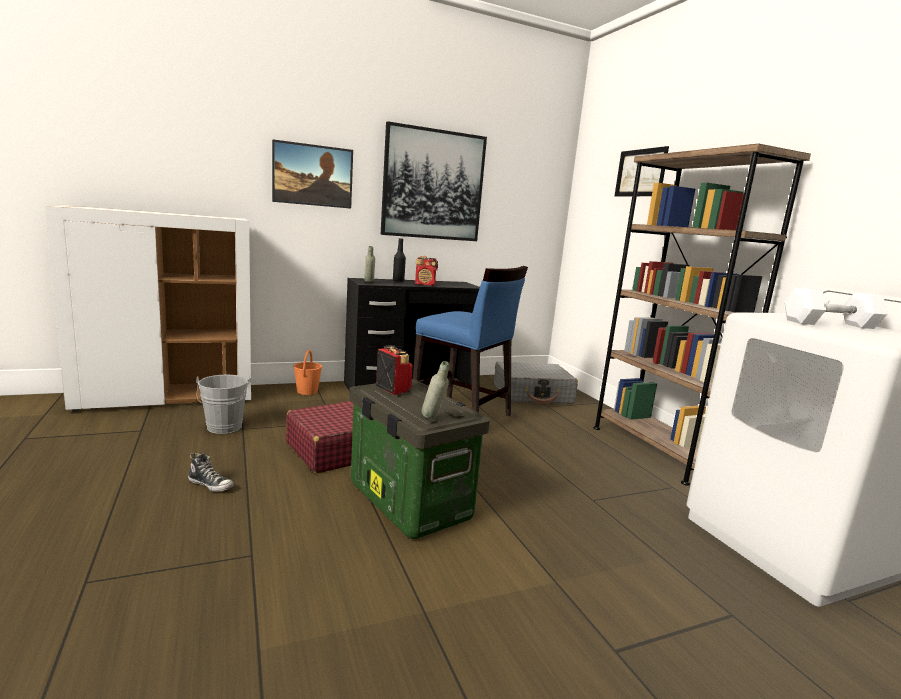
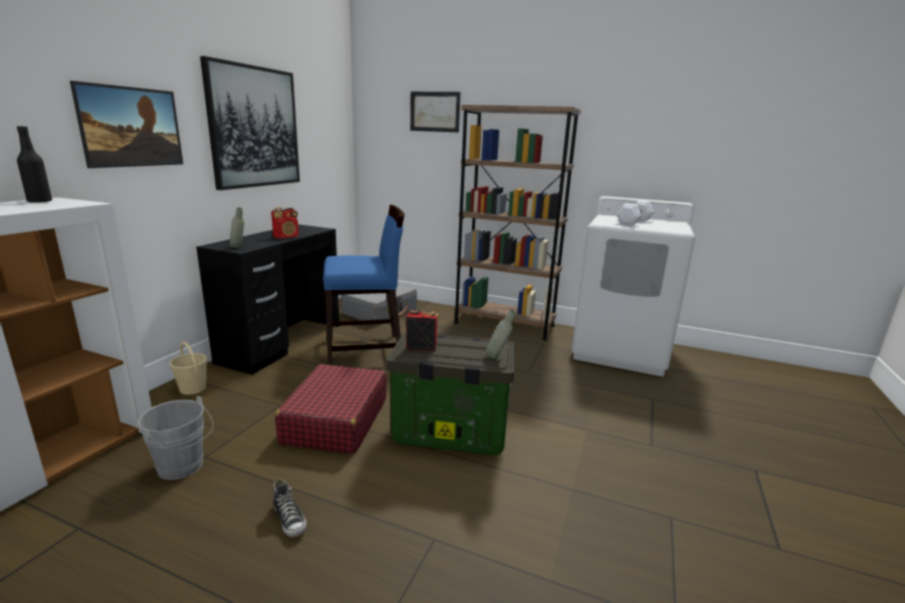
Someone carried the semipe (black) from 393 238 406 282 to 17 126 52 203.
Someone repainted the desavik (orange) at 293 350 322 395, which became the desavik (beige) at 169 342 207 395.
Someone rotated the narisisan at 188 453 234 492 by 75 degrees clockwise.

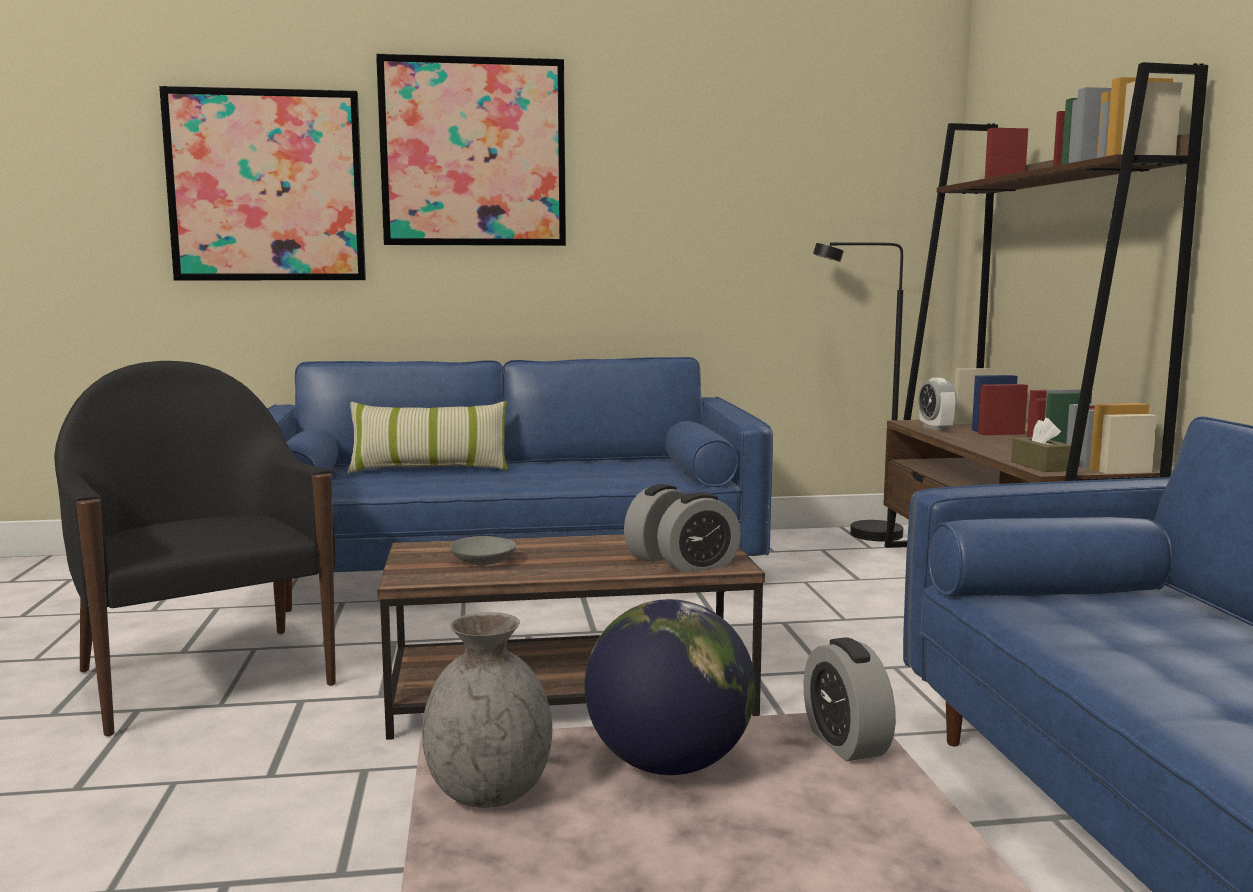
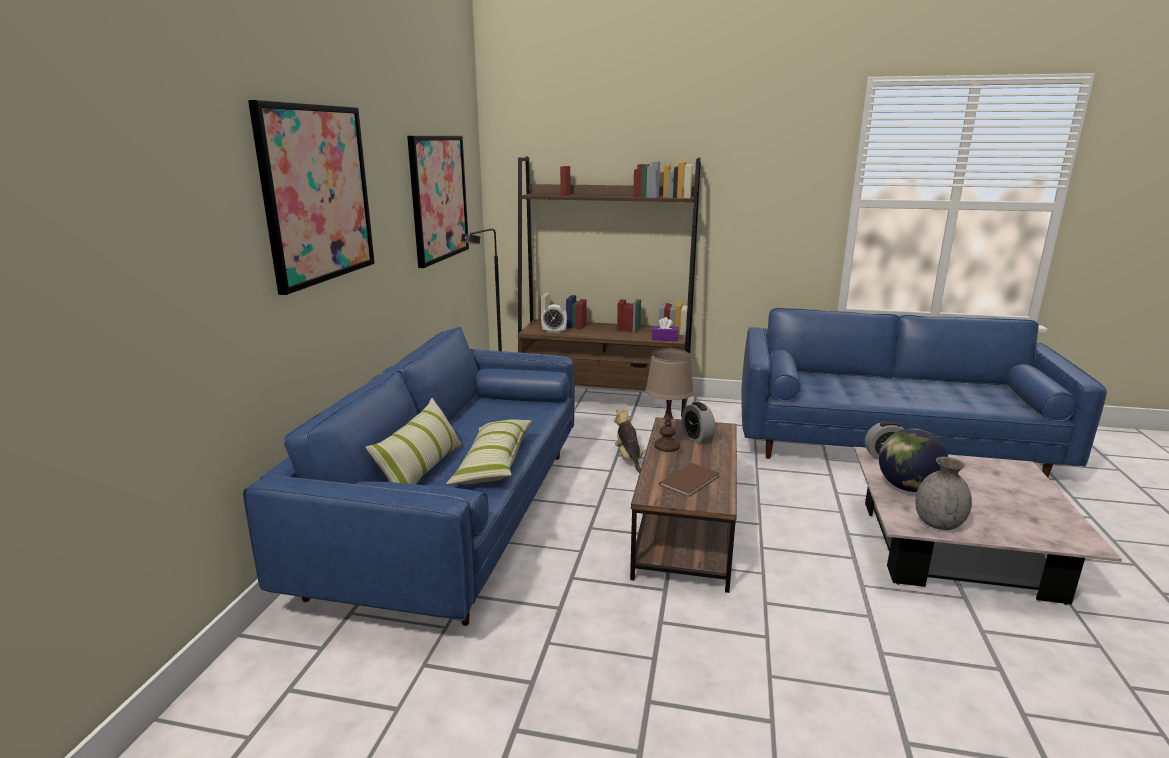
Someone took away the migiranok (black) at 54 361 336 737.
Someone took away the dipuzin at 657 492 741 572.
Someone put down the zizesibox at 446 419 533 484.
Someone put down the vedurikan at 614 407 646 473.
Someone put down the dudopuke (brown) at 646 349 694 452.
Someone carried the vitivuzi from 159 86 366 280 to 407 136 469 268.
Someone swapped the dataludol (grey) at 449 536 516 565 for the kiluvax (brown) at 659 463 720 497.
Someone repainted the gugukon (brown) at 1011 418 1071 472, which became the gugukon (purple) at 652 317 679 341.

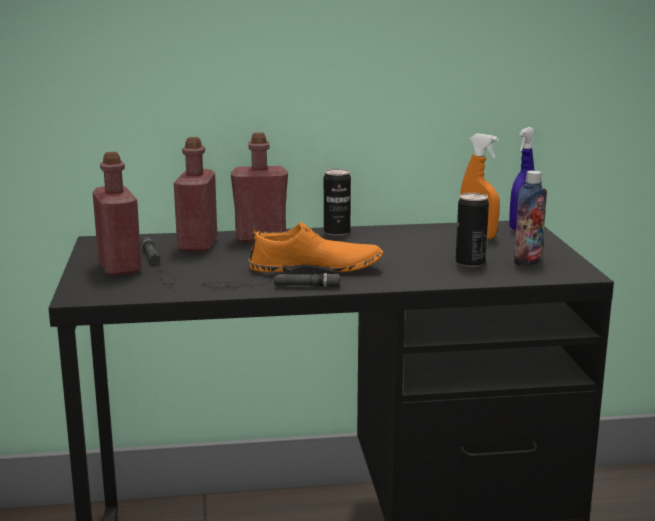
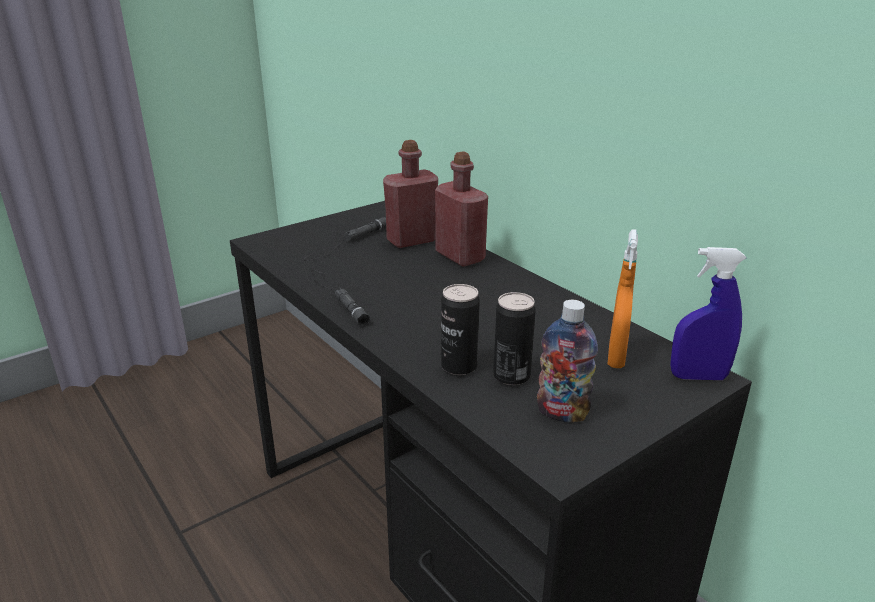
Someone took away the semipe (red) at 93 152 142 276.
Someone took away the narisisan (orange) at 249 222 383 272.
Someone carried the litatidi from 324 169 351 236 to 441 284 480 375.

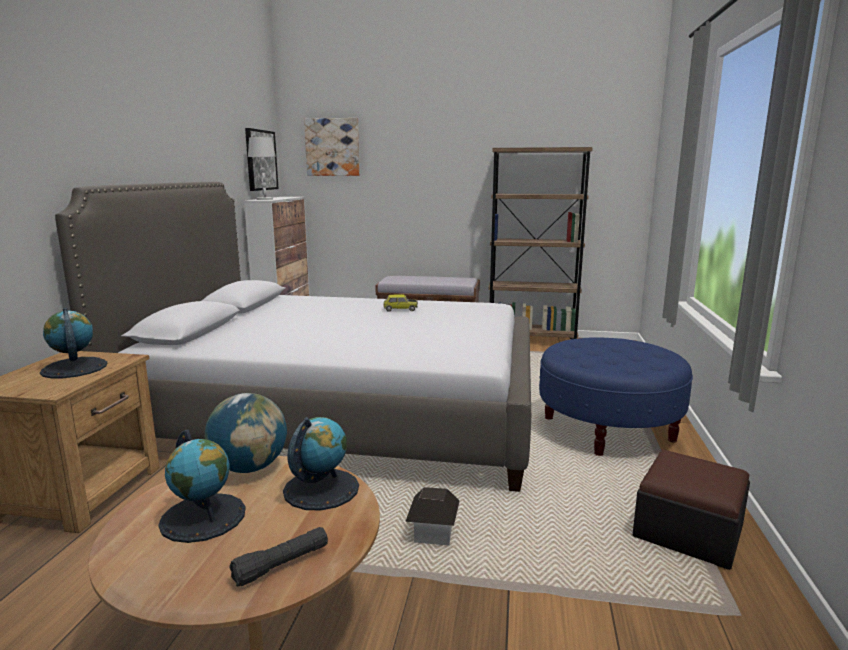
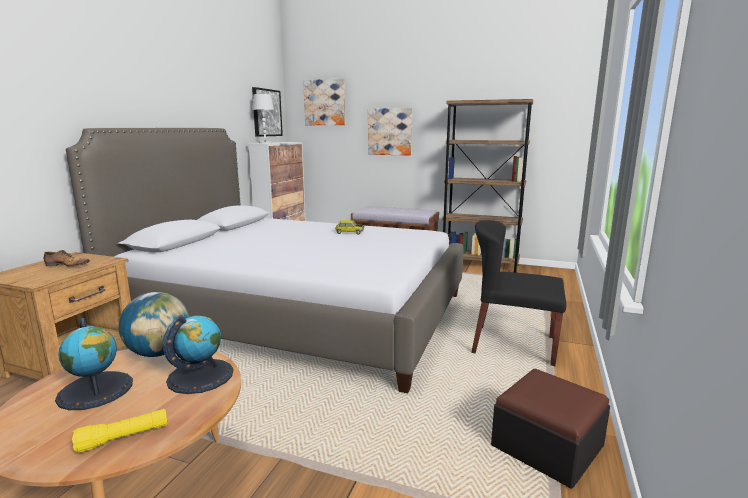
Someone took away the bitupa at 405 487 460 545.
Someone put up the vitivuzi at 368 108 412 156.
Someone swapped the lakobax at 40 308 107 378 for the narisisan at 44 250 90 267.
Someone swapped the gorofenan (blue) at 539 337 693 456 for the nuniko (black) at 471 220 566 367.
Someone repainted the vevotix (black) at 229 527 328 587, which became the vevotix (yellow) at 72 409 168 453.

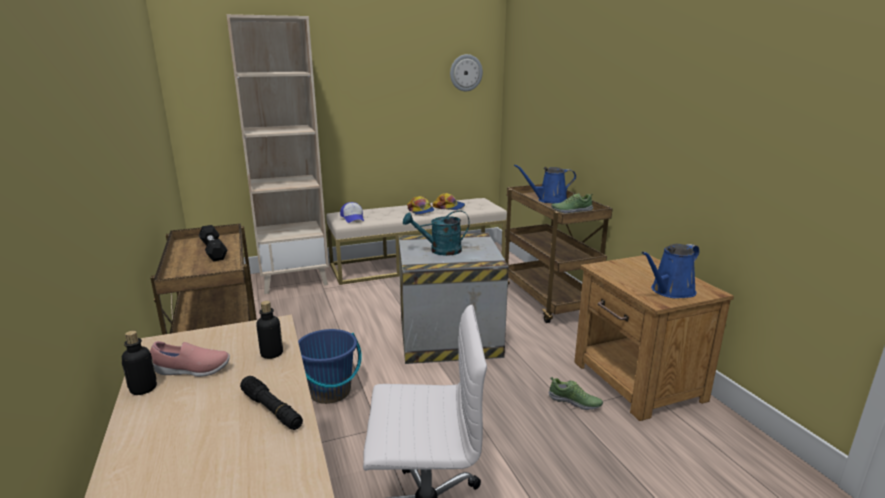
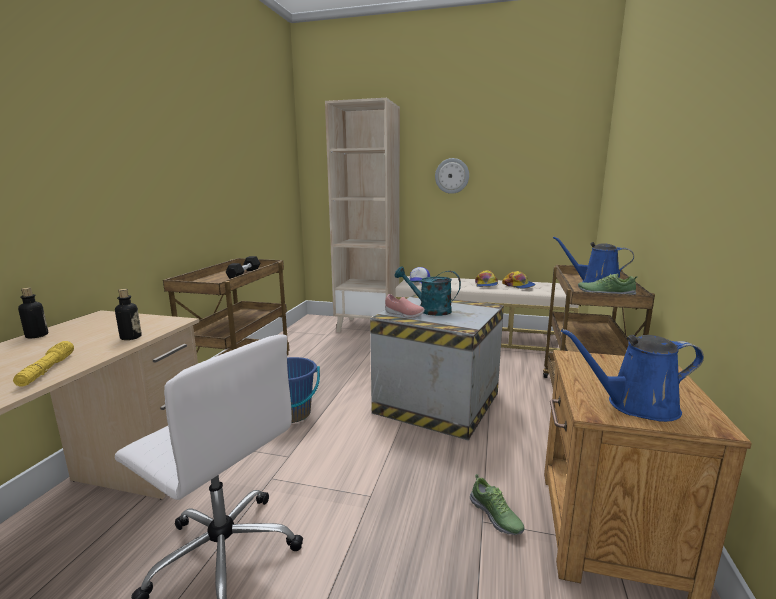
Someone carried the narisisan (pink) from 150 341 230 377 to 385 294 425 318.
Someone carried the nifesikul from 450 54 483 91 to 435 158 469 194.
Someone repainted the vevotix (black) at 240 376 303 430, which became the vevotix (yellow) at 13 341 74 387.

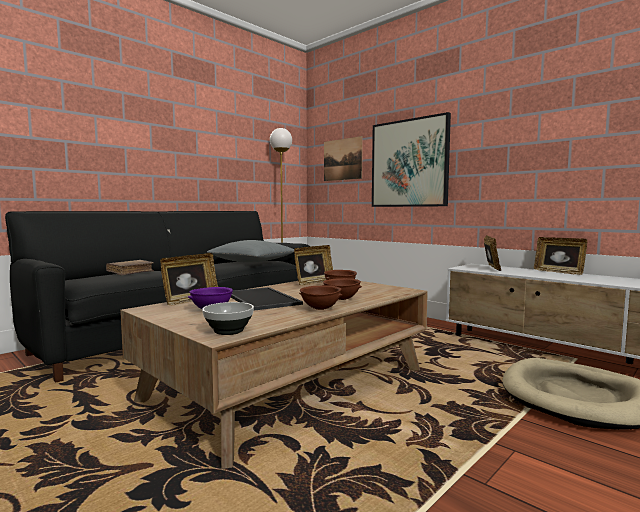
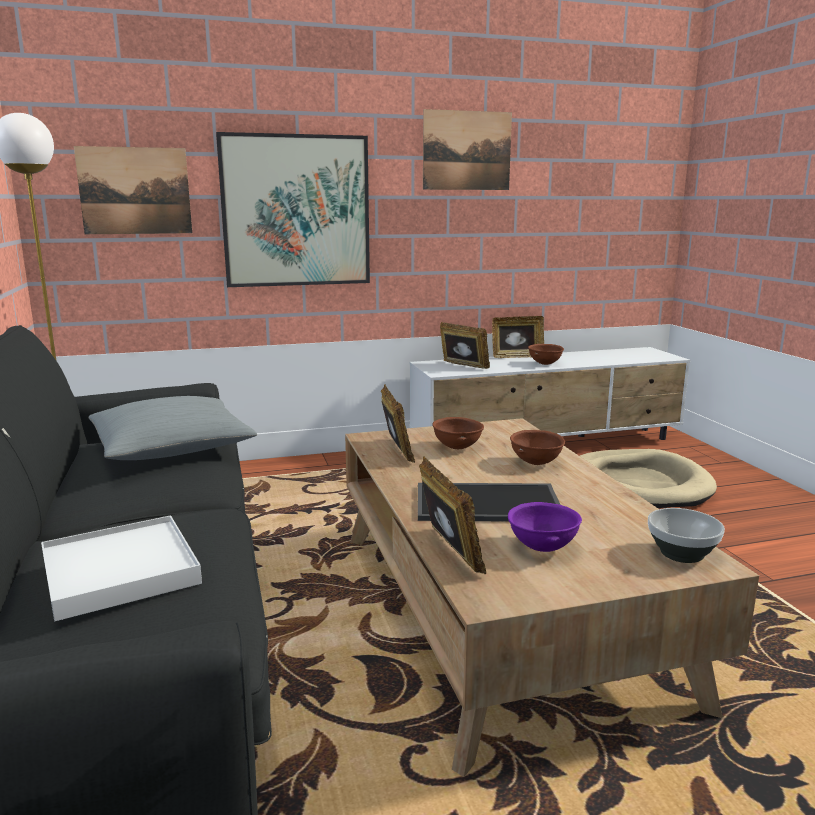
Someone put up the vitivuzi at 423 109 512 190.
Someone carried the dataludol (brown) from 299 285 343 310 to 528 344 564 365.
Someone swapped the kiluvax (brown) at 106 260 154 275 for the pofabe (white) at 41 515 202 621.

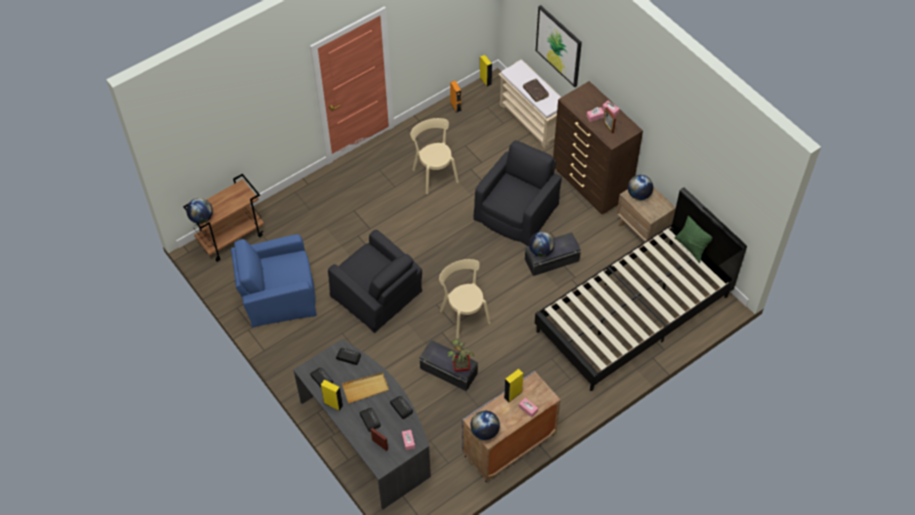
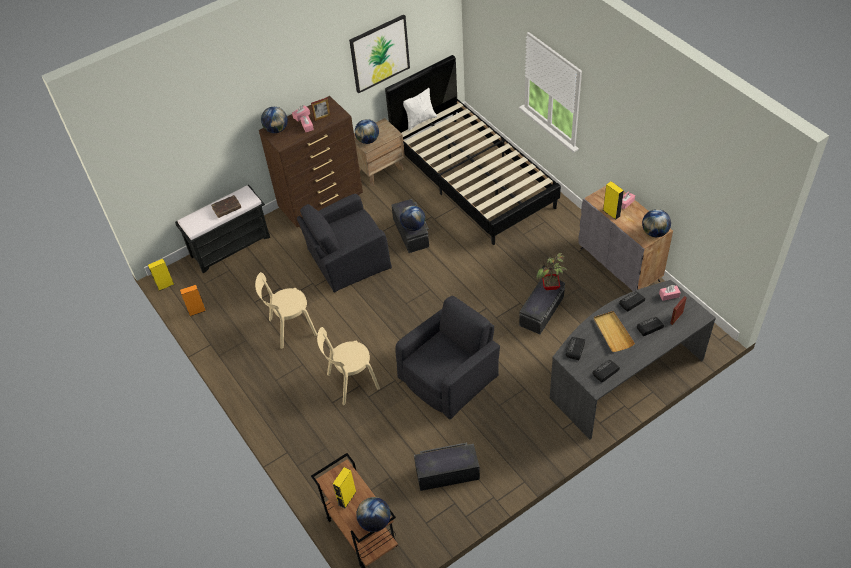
Someone put down the lakobax at 261 107 288 133.
Someone carried the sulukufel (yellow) from 321 379 343 411 to 333 467 357 508.
Someone carried the nuniko (beige) from 439 259 491 339 to 317 327 380 405.
Someone carried the vitivuzi from 536 5 582 87 to 349 14 410 94.
Someone swapped the migiranok (blue) at 231 234 317 328 for the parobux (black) at 414 442 480 491.
Someone repainted the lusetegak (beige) at 498 59 561 149, which became the lusetegak (black) at 175 185 270 273.
Someone repainted the zizesibox (green) at 675 216 712 263, which became the zizesibox (white) at 403 88 437 131.
Someone rotated the migiranok (black) at 473 141 562 246 by 60 degrees counterclockwise.

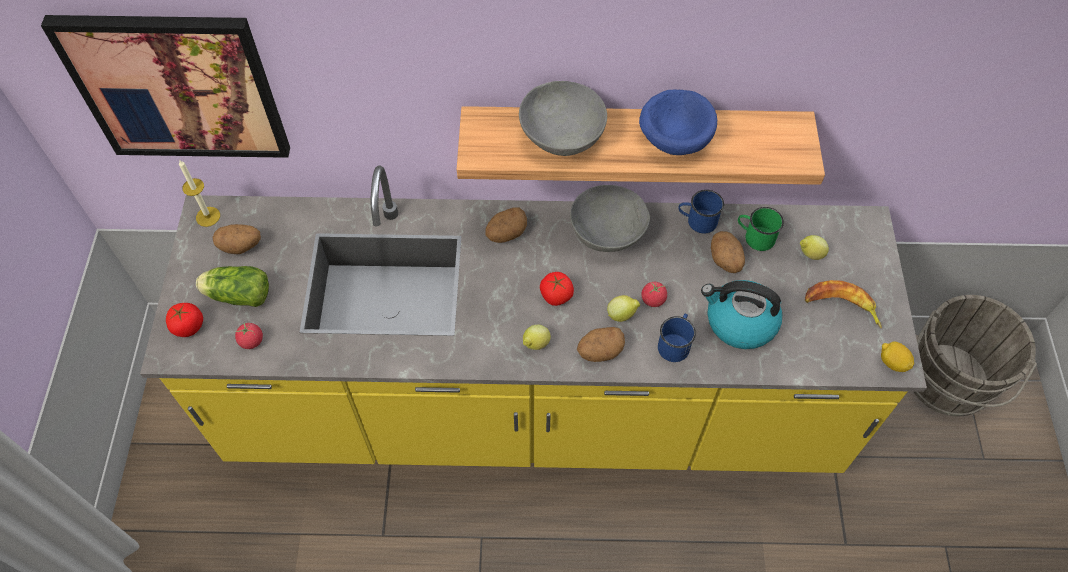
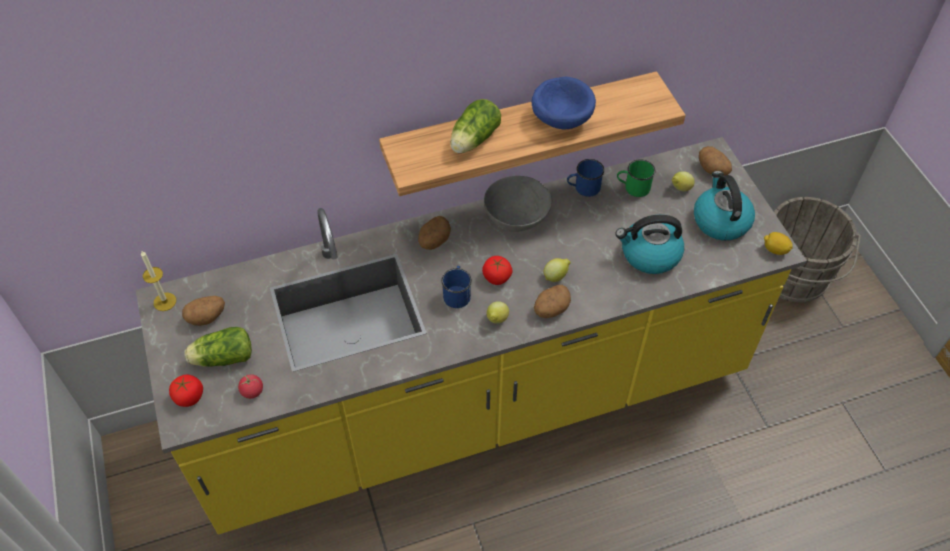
Someone took away the vitivuzi at 41 15 290 158.
Someone took away the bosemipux at 641 282 667 307.
Someone carried the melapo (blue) from 658 314 696 362 to 441 266 472 308.
Someone carried the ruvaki from 711 231 745 273 to 699 146 732 176.
Someone swapped the dataludol (grey) at 519 81 607 156 for the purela at 450 99 501 153.
Someone swapped the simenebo at 805 280 882 328 for the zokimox at 694 171 755 240.

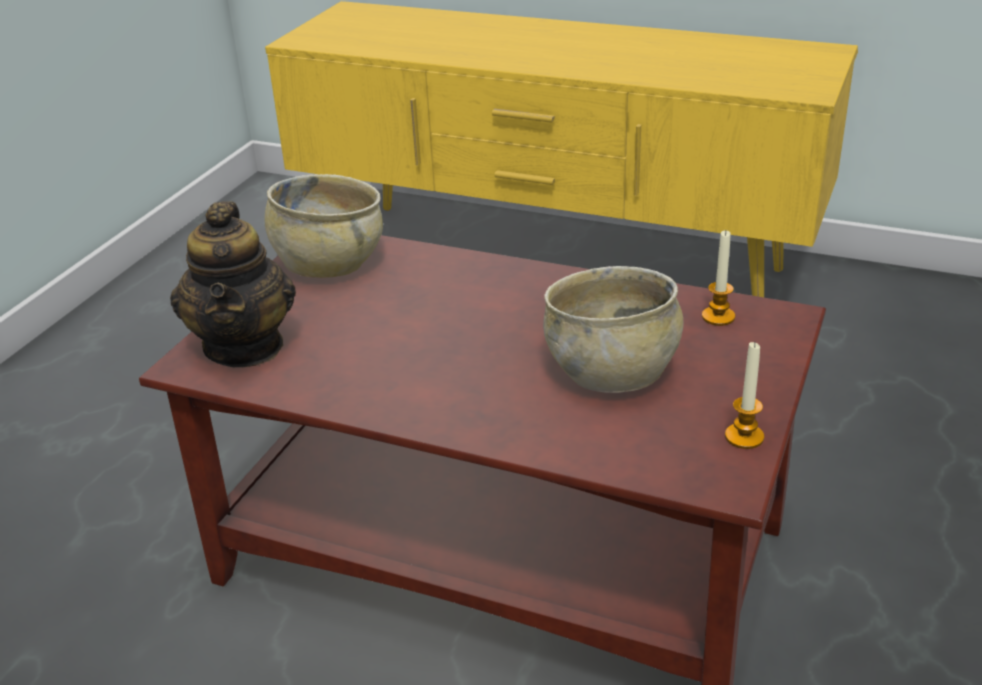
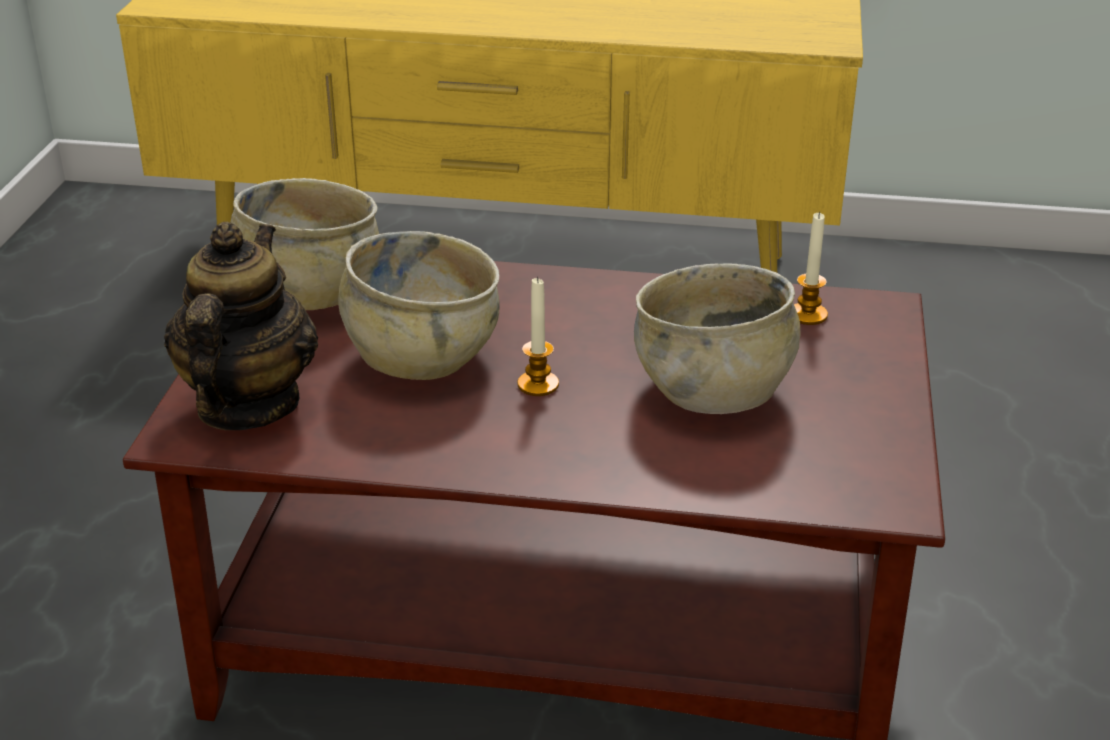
Someone put down the dataludol (beige) at 339 231 500 380.
Someone carried the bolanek from 725 342 764 449 to 517 277 559 396.
Someone rotated the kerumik at 170 201 296 367 by 150 degrees counterclockwise.

